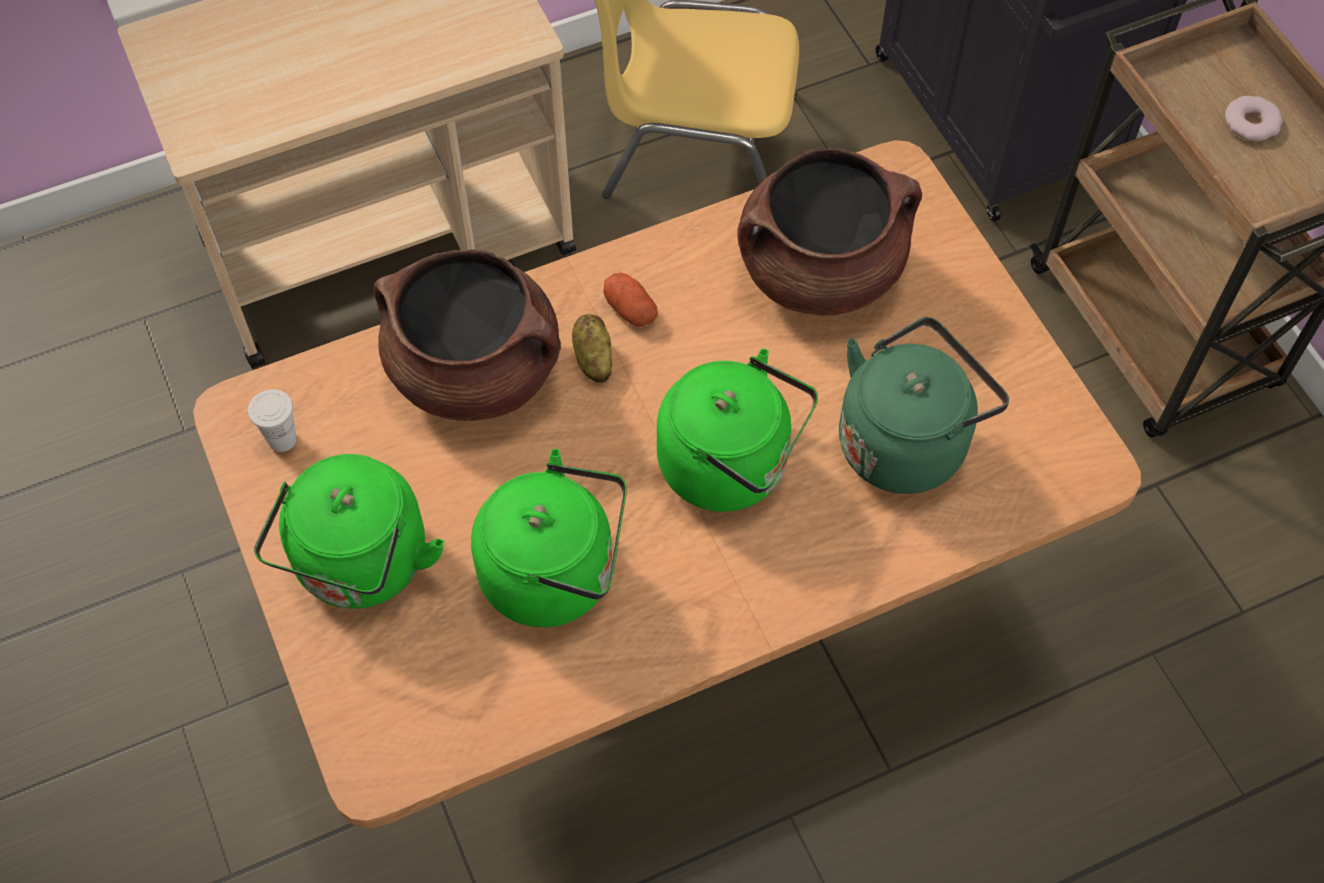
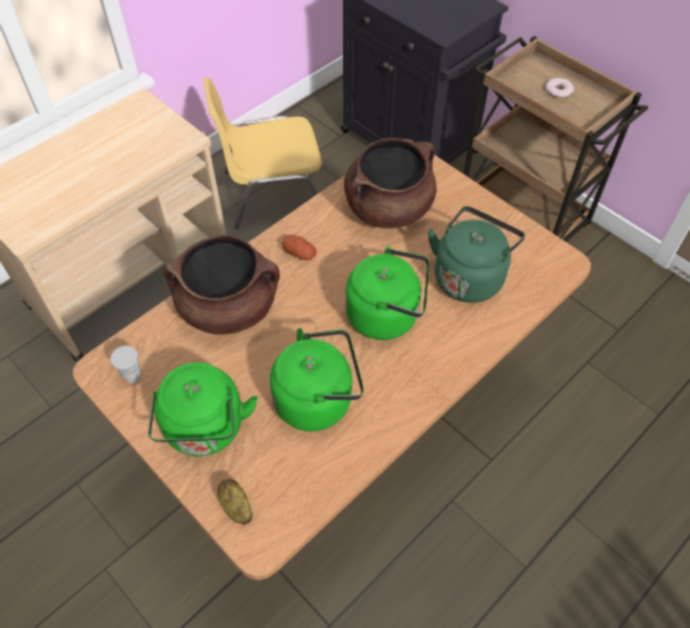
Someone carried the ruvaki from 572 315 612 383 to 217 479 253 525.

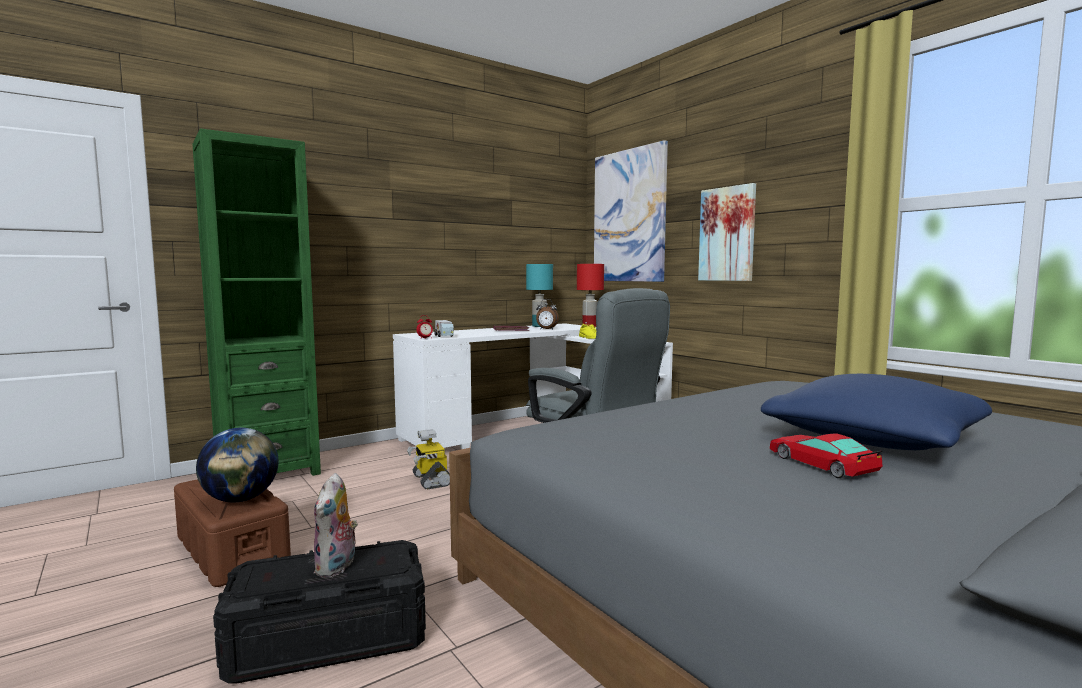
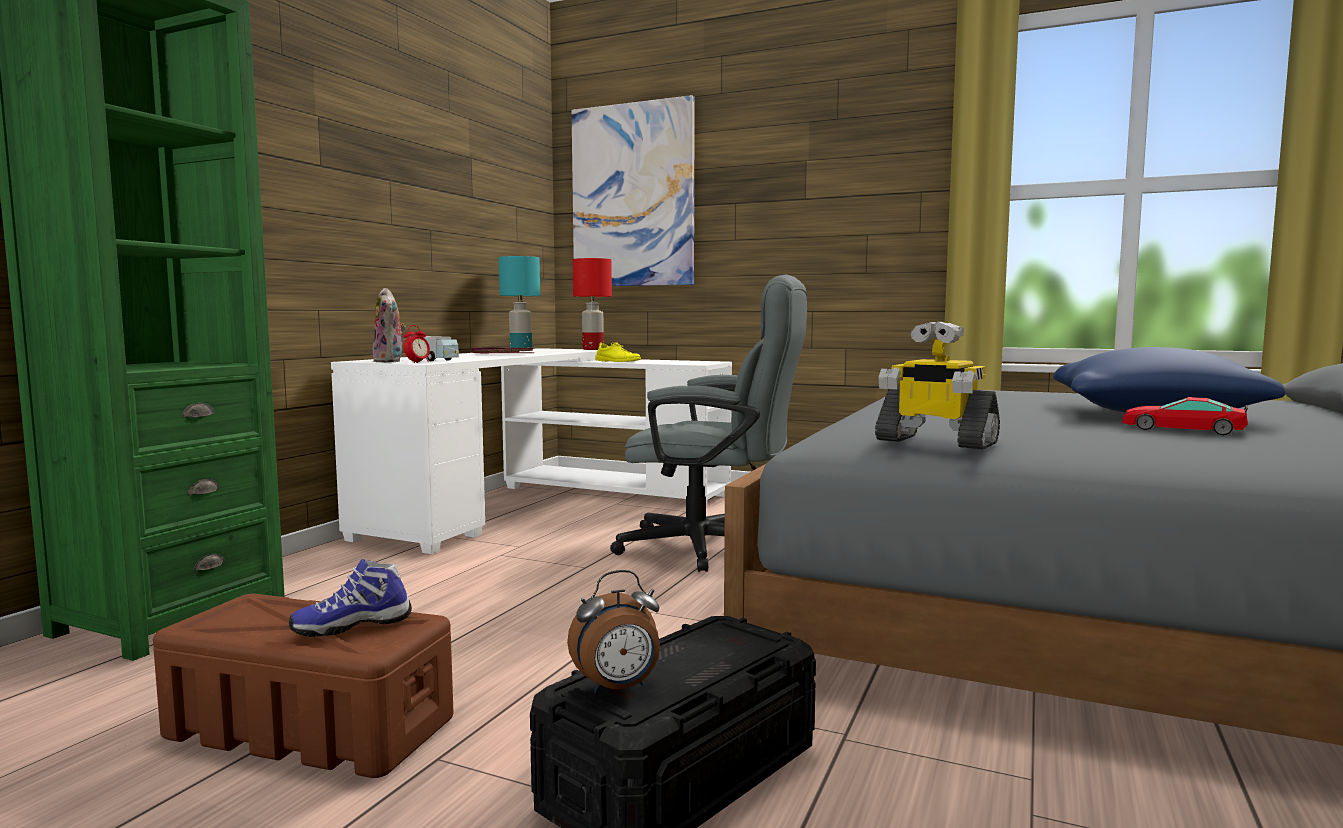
Someone took away the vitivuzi at 698 183 756 281.
Someone carried the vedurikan from 314 473 358 578 to 372 288 406 362.
Someone carried the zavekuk from 407 429 450 490 to 875 322 1000 450.
Someone carried the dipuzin from 536 299 559 330 to 567 570 660 694.
Someone swapped the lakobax at 196 428 278 503 for the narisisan at 289 559 412 637.

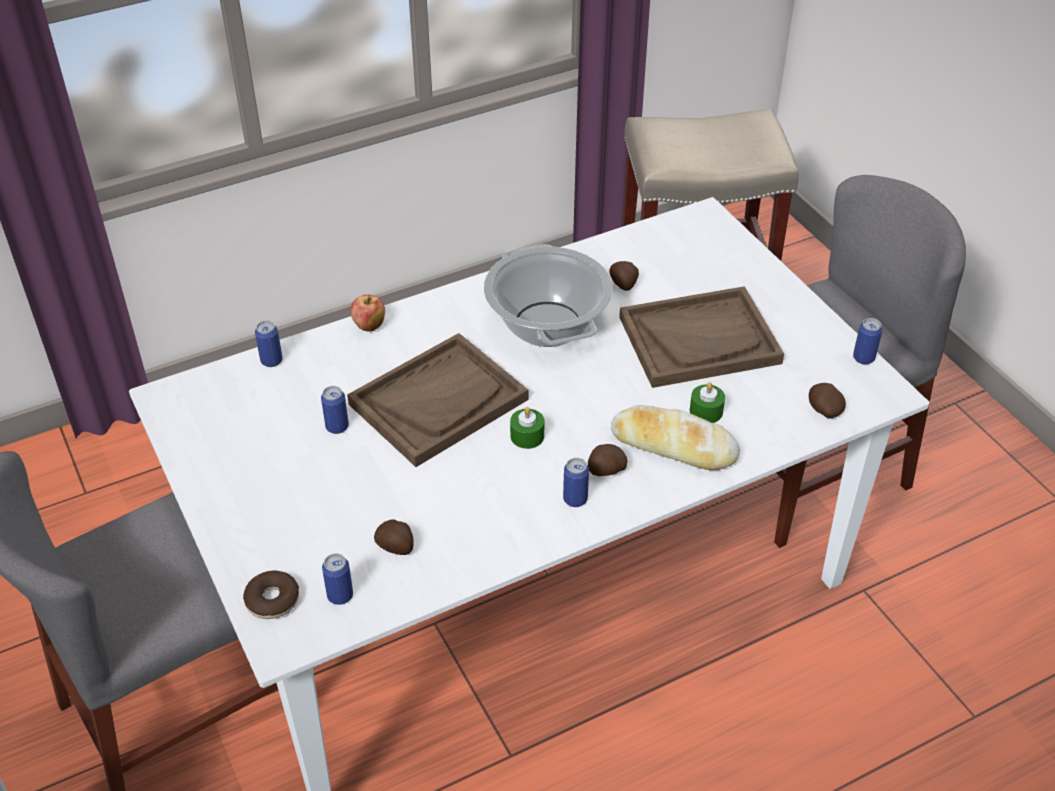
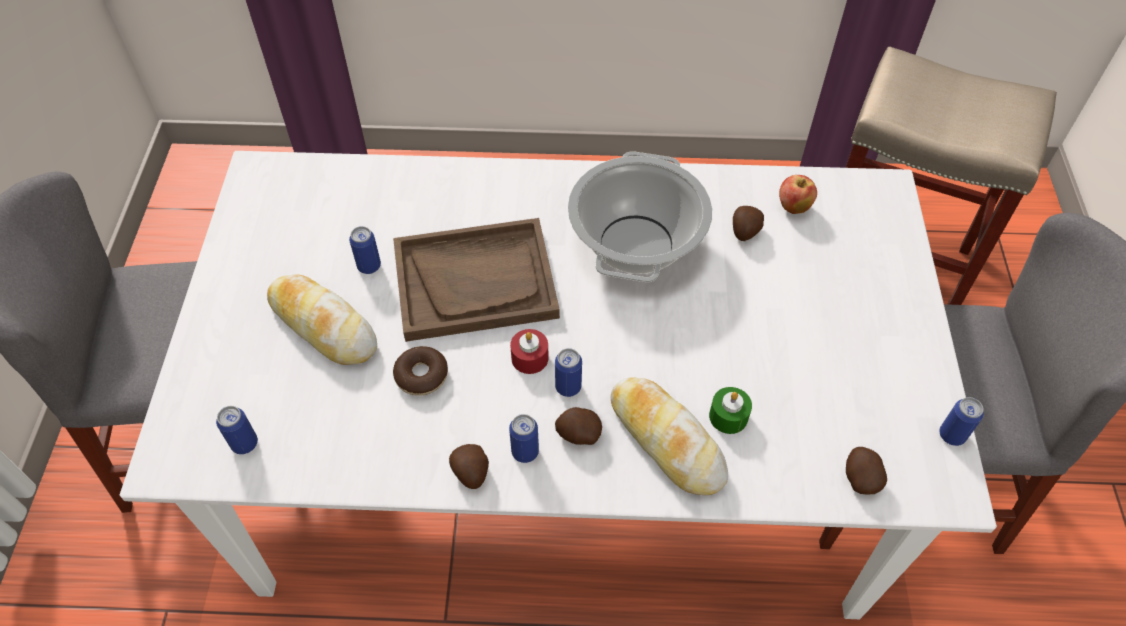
Someone took away the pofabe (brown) at 619 286 784 388.
Someone put down the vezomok at 267 274 377 365.
Someone carried the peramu from 243 570 299 619 to 393 346 448 396.
Someone carried the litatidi from 255 321 283 367 to 555 348 582 397.
Someone carried the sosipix from 351 295 385 332 to 779 175 817 214.
Someone carried the ruvaki from 374 519 414 555 to 449 444 489 489.
Someone repainted the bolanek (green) at 510 407 544 449, which became the bolanek (red) at 510 329 549 374.

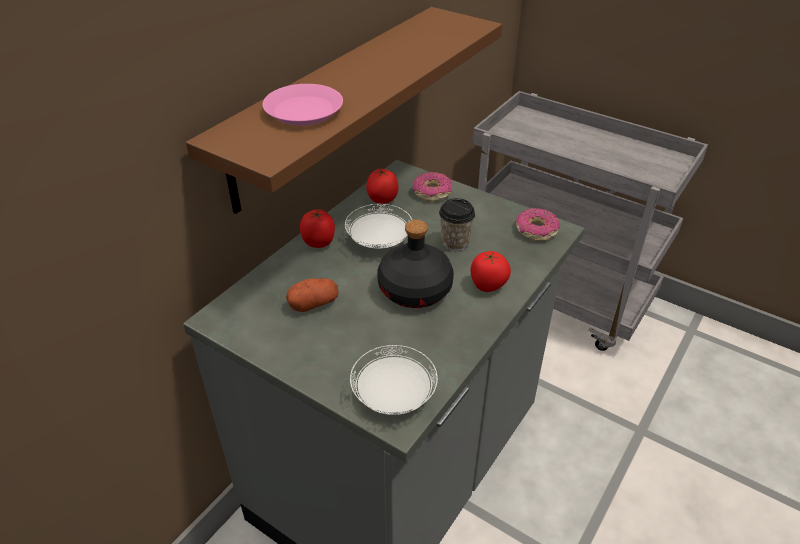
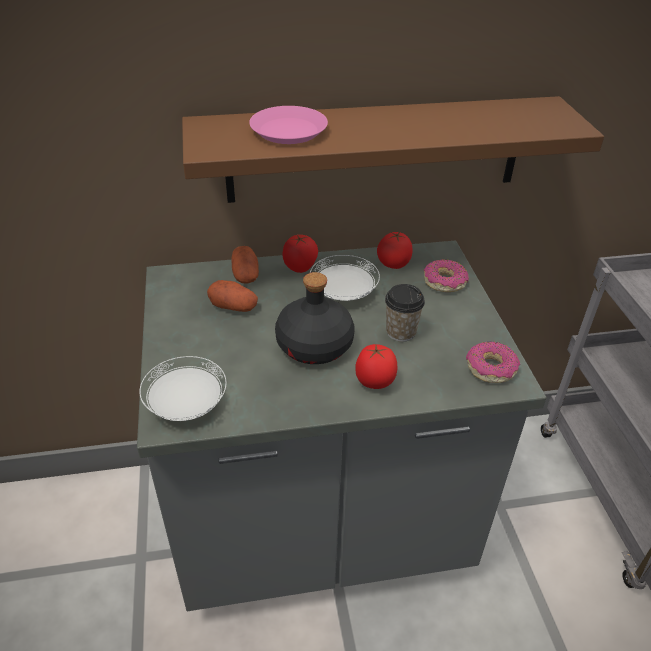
Someone put down the ruvaki at 231 246 259 284.

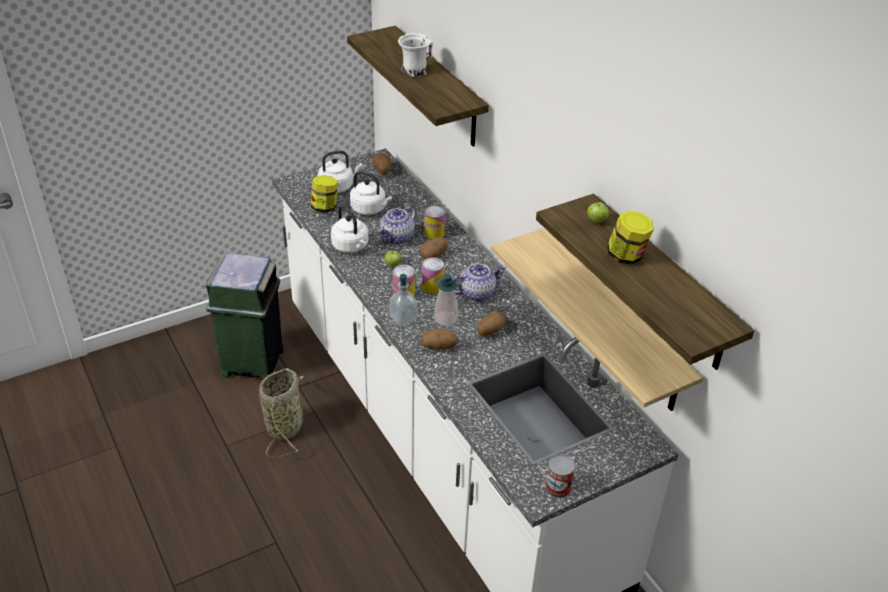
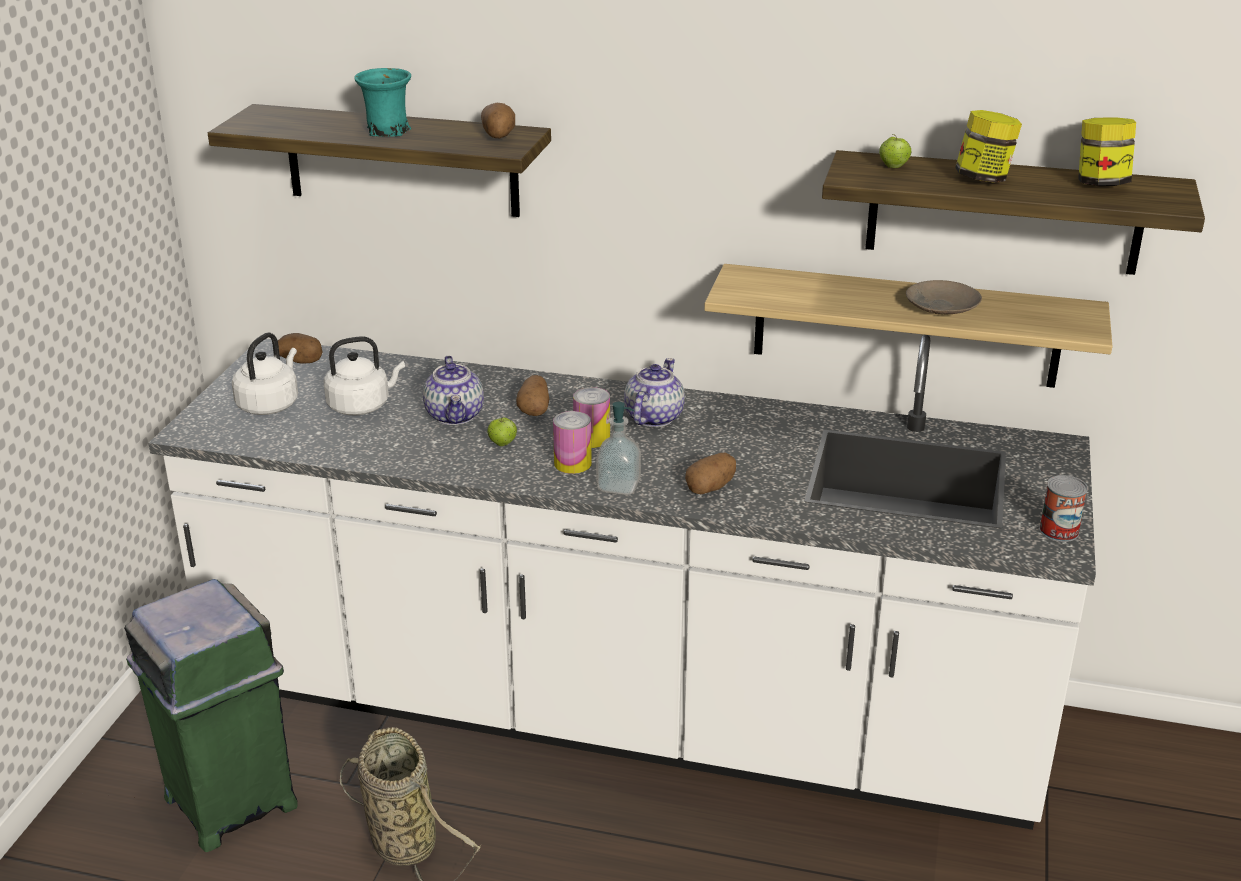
Someone took away the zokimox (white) at 331 205 369 253.
Someone took away the litatidi at 424 205 445 239.
Someone took away the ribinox at 434 274 458 326.
Someone put down the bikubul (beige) at 906 280 982 314.
Someone carried the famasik from 311 175 338 213 to 1078 117 1136 186.
Someone carried the ruvaki from 477 311 505 336 to 481 103 515 138.
Someone repainted the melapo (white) at 398 33 433 77, which became the melapo (turquoise) at 354 68 411 137.

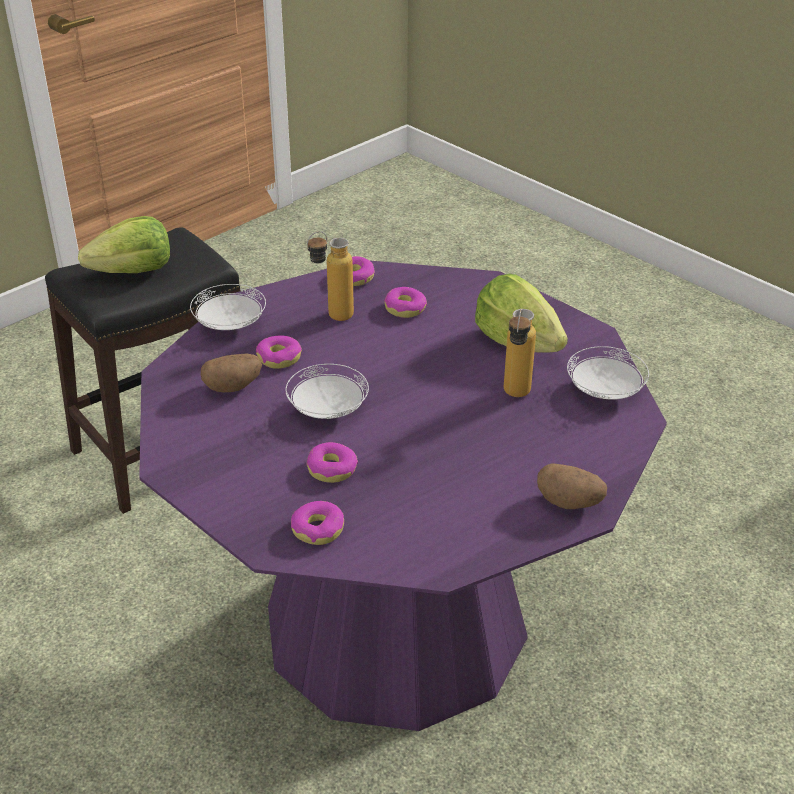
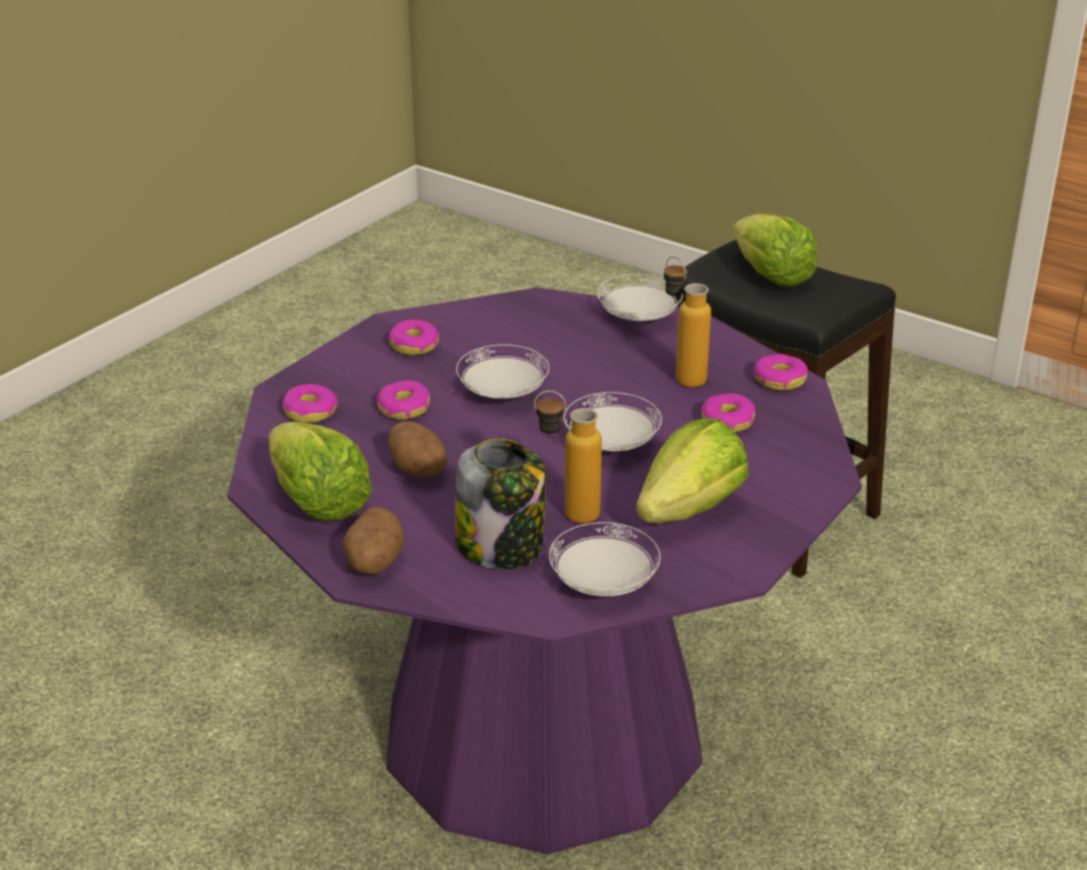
Someone put down the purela at 268 422 373 522.
Someone put down the famasik at 455 439 546 569.
Someone put down the bikubul (white) at 564 392 662 451.
Someone carried the ruvaki from 201 353 262 392 to 388 421 447 478.
Someone carried the peramu from 256 336 302 369 to 388 320 439 355.

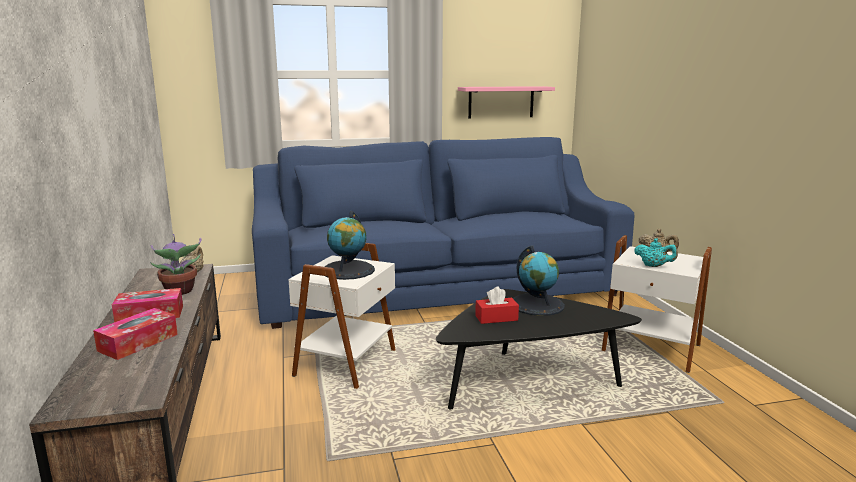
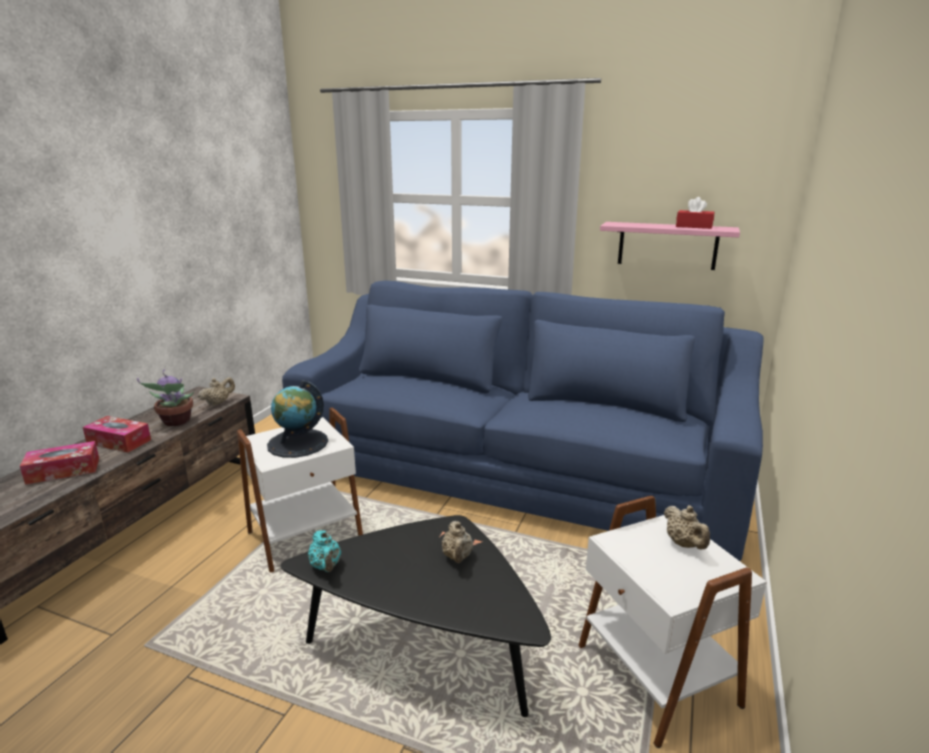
Someone carried the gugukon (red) from 475 287 519 324 to 676 197 714 229.
Someone carried the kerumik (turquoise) from 634 238 678 267 to 308 530 341 572.
Someone swapped the lakobax at 513 245 565 316 for the kerumik (beige) at 442 521 473 563.

